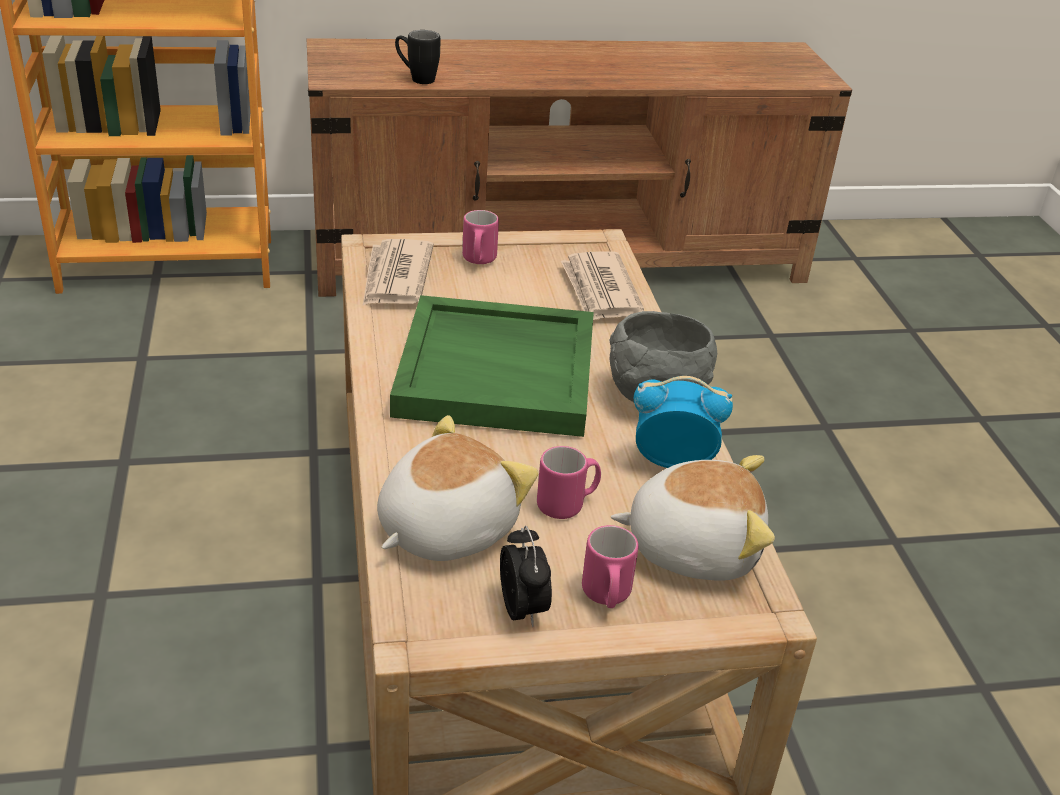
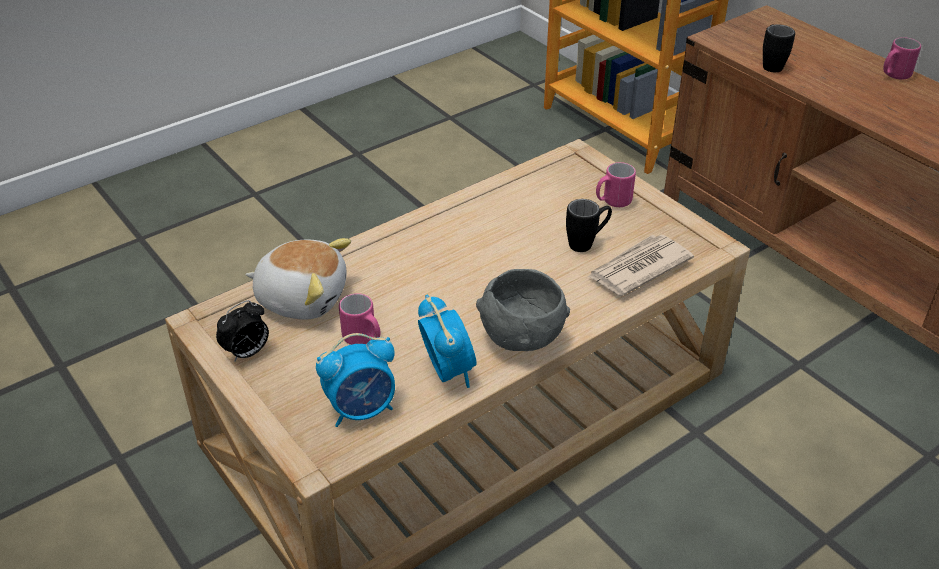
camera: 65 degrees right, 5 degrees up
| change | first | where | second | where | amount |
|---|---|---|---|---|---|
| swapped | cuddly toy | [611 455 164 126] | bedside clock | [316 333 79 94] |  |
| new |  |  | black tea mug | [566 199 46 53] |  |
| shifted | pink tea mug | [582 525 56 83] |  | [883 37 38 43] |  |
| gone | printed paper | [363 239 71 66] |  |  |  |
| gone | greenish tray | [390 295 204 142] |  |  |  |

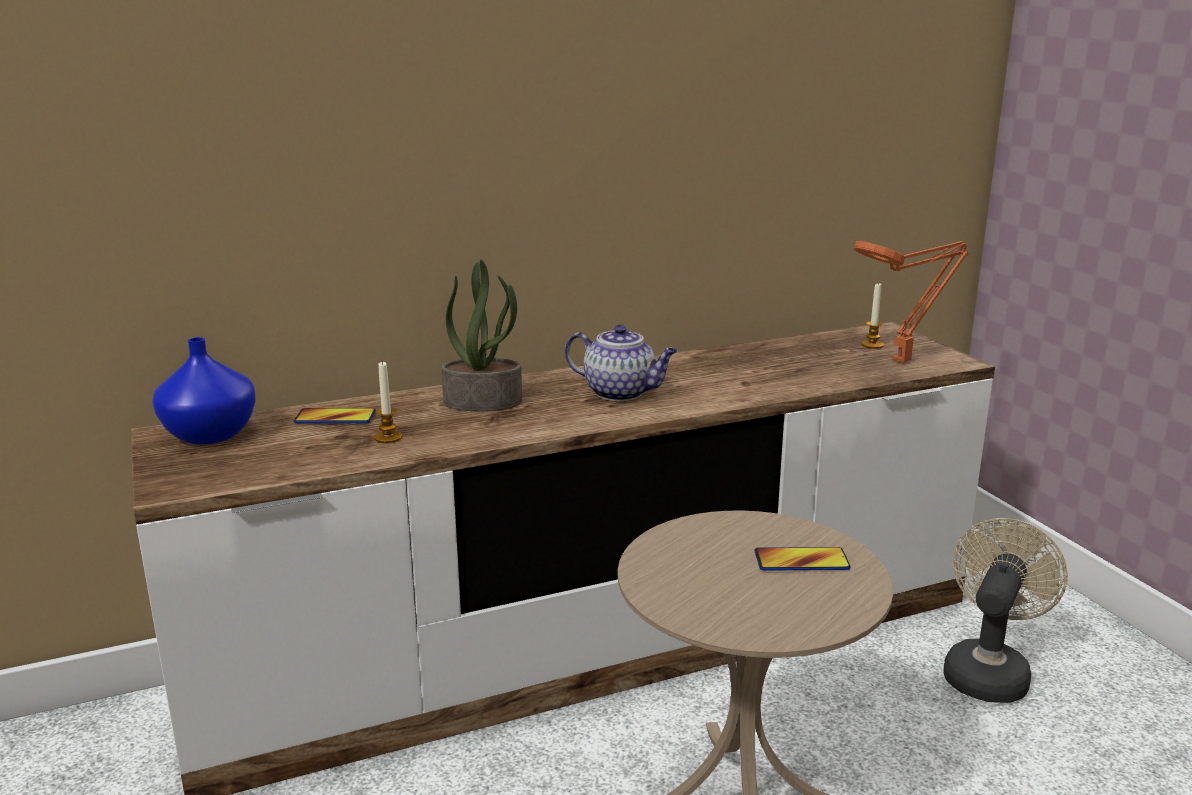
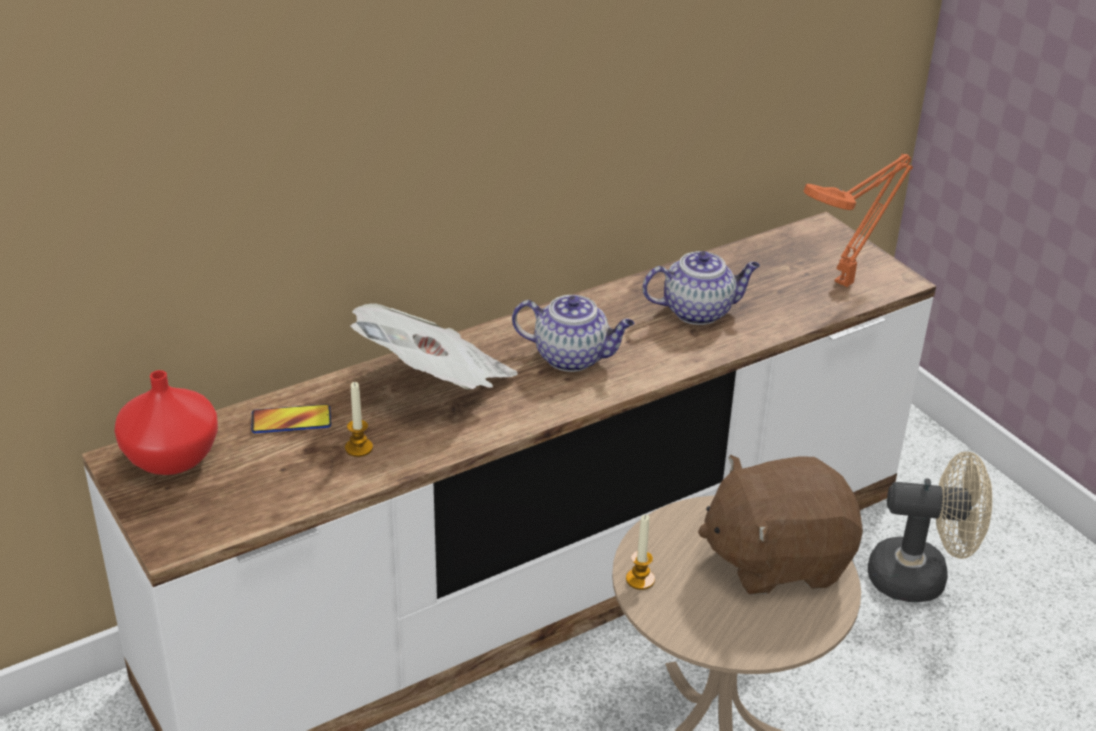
camera: 10 degrees left, 15 degrees up
| change | first | where | second | where | amount |
|---|---|---|---|---|---|
| repainted | blue flower vase | [152 337 104 108] | red-coloured flower vase | [114 370 104 105] |  |
| swapped | potted plant | [441 260 81 151] | printed paper | [350 303 168 87] |  |
| shifted | wax candle | [861 282 23 67] |  | [626 515 29 75] |  |
| new |  |  | tea pot | [642 251 118 74] |  |
| swapped | phone | [755 547 95 24] | brown cuddly toy | [698 455 165 140] |  |
| rotated | beige-coloured electric fan | [943 518 125 185] |  | [868 452 124 150] | 75 degrees clockwise |

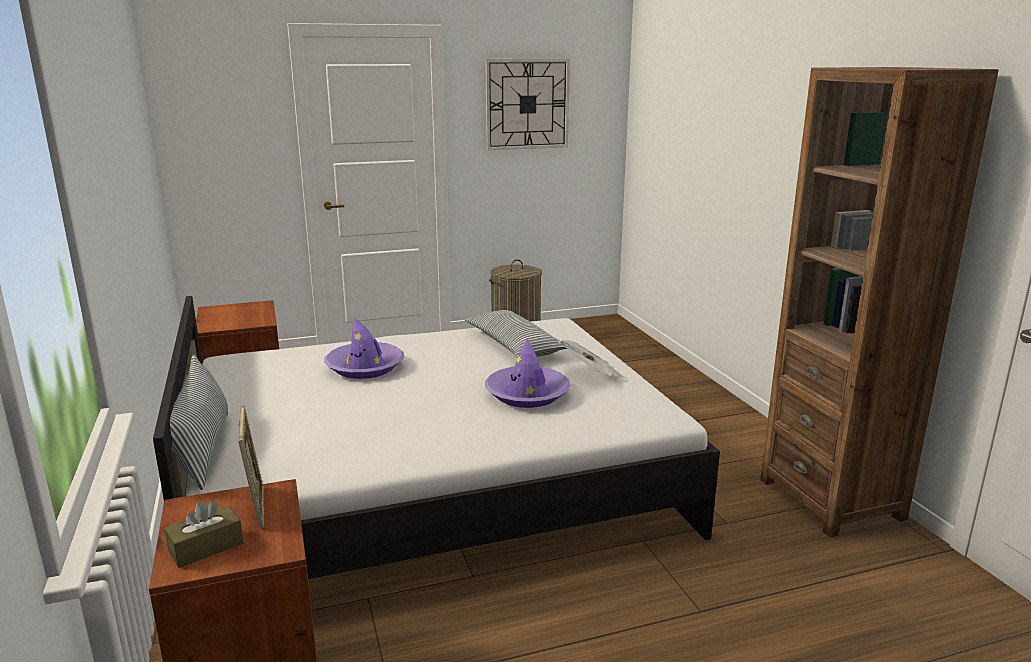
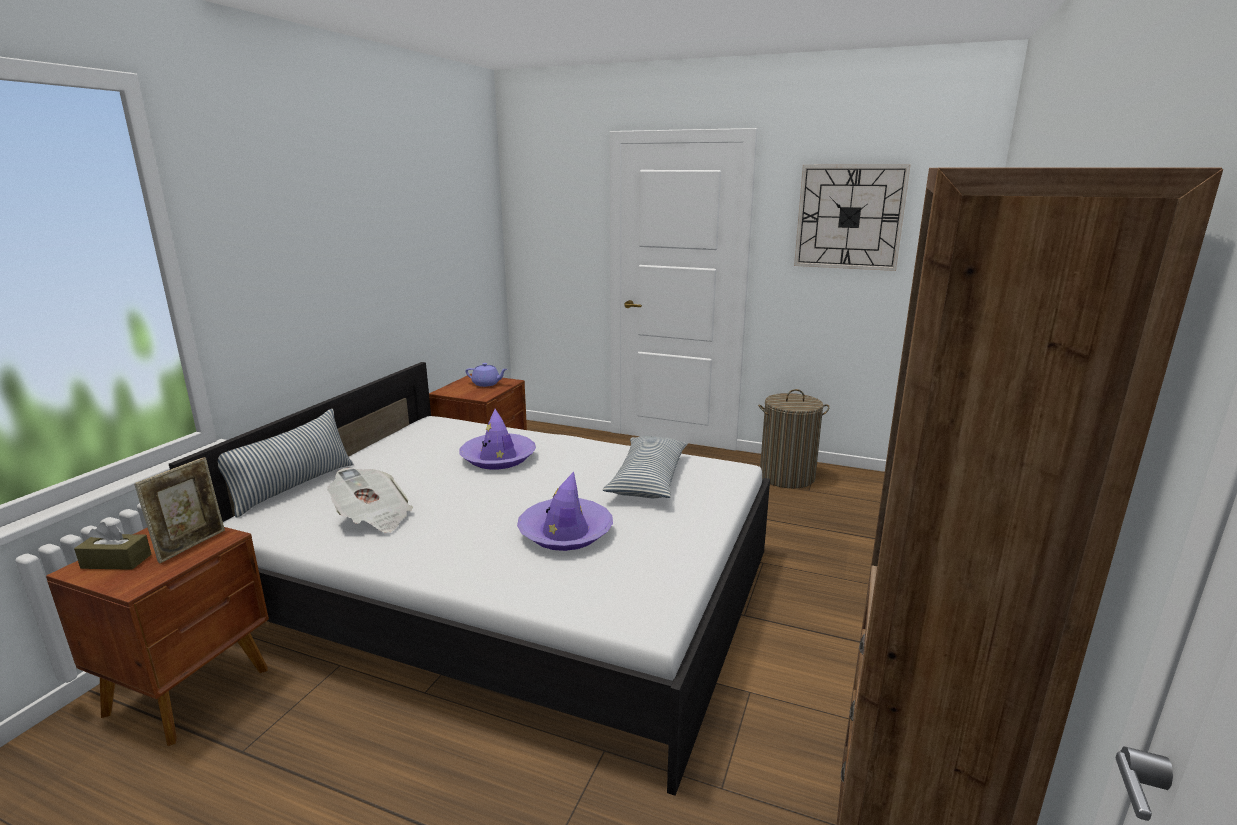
camera: 40 degrees right, 0 degrees up
| change | first | where | second | where | amount |
|---|---|---|---|---|---|
| shifted | printed paper | [557 340 69 38] |  | [327 468 86 65] |  |
| new |  |  | purple-coloured tea pot | [466 363 41 24] |  |

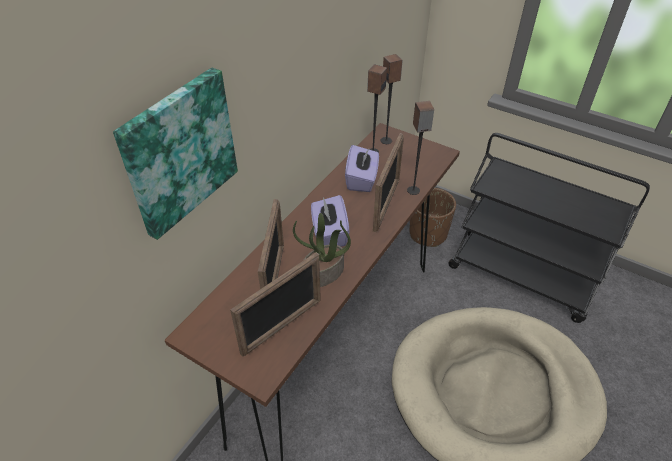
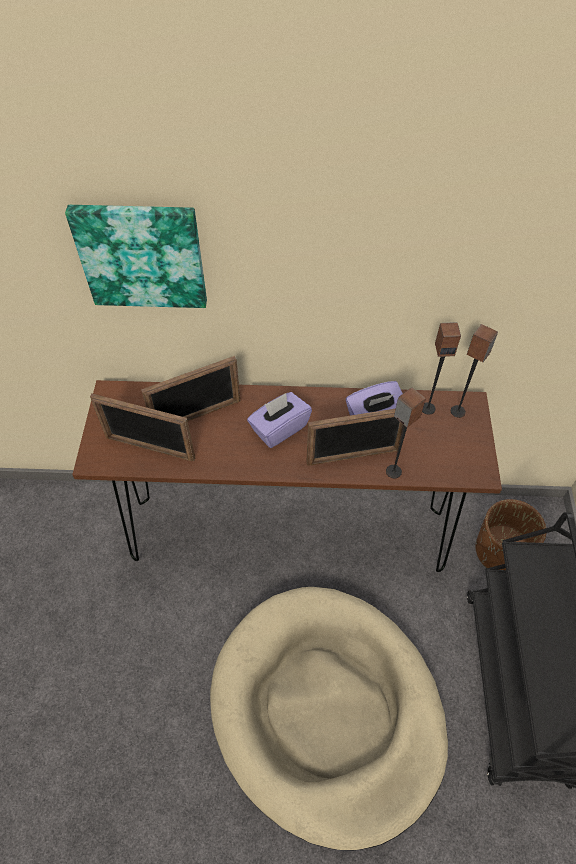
camera: 60 degrees right, 10 degrees up
| change | first | where | second | where | amount |
|---|---|---|---|---|---|
| gone | potted plant | [293 213 58 74] |  |  |  |

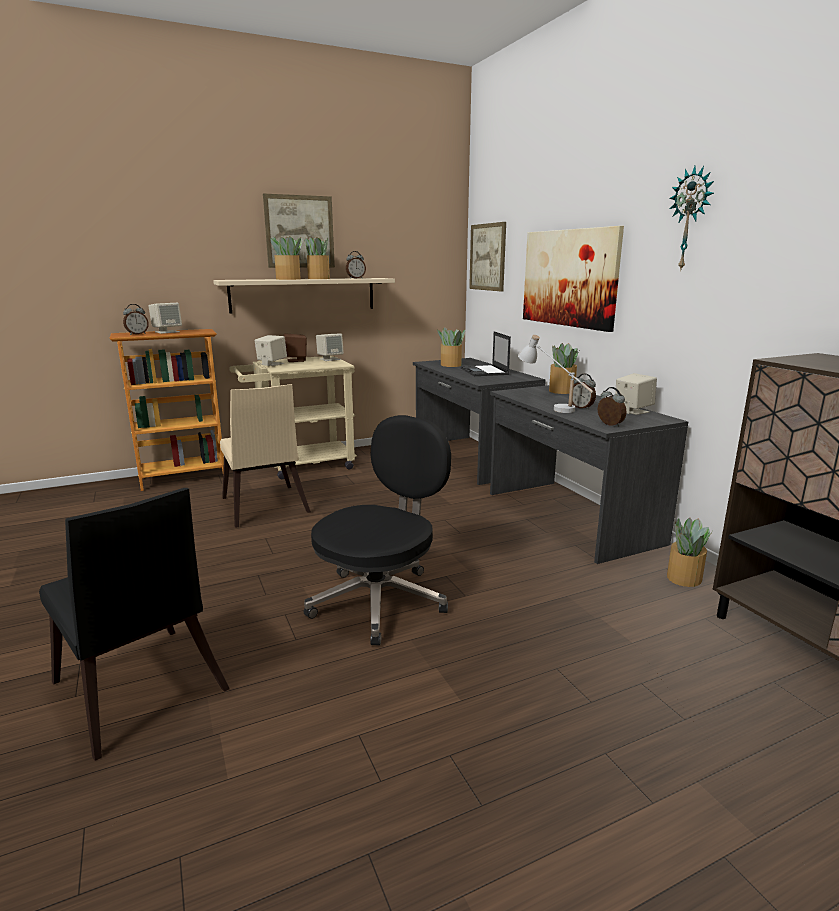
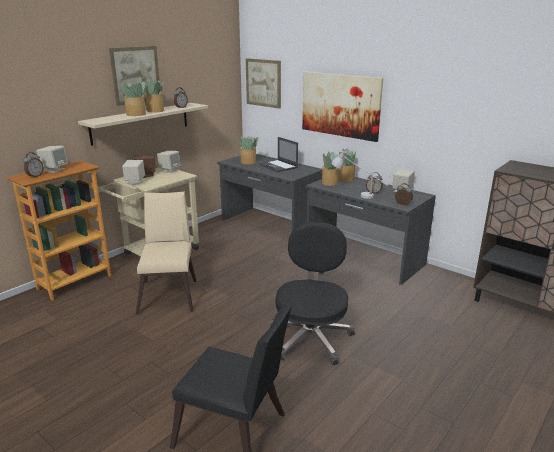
camera: 25 degrees left, 5 degrees up
| change | first | where | second | where | amount |
|---|---|---|---|---|---|
| rotated | beige-coloured upright chair | [220 384 91 144] |  | [136 191 60 124] | 135 degrees counterclockwise |
| shifted | potted plant | [667 518 46 69] |  | [322 151 17 35] |  |
| gone | wall clock | [669 166 45 105] |  |  |  |

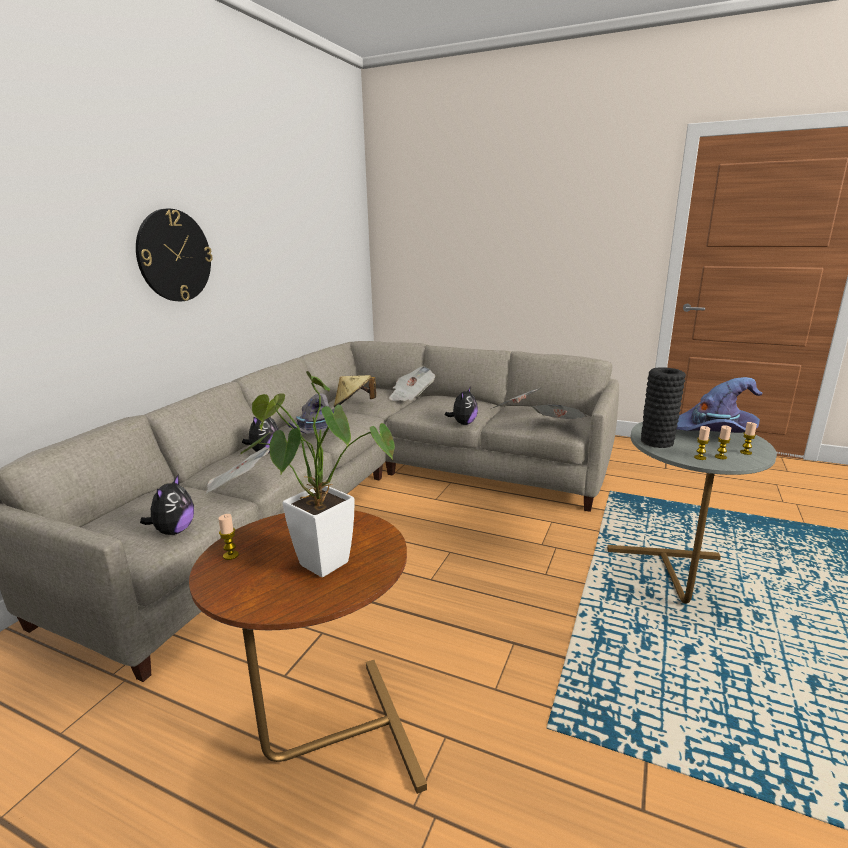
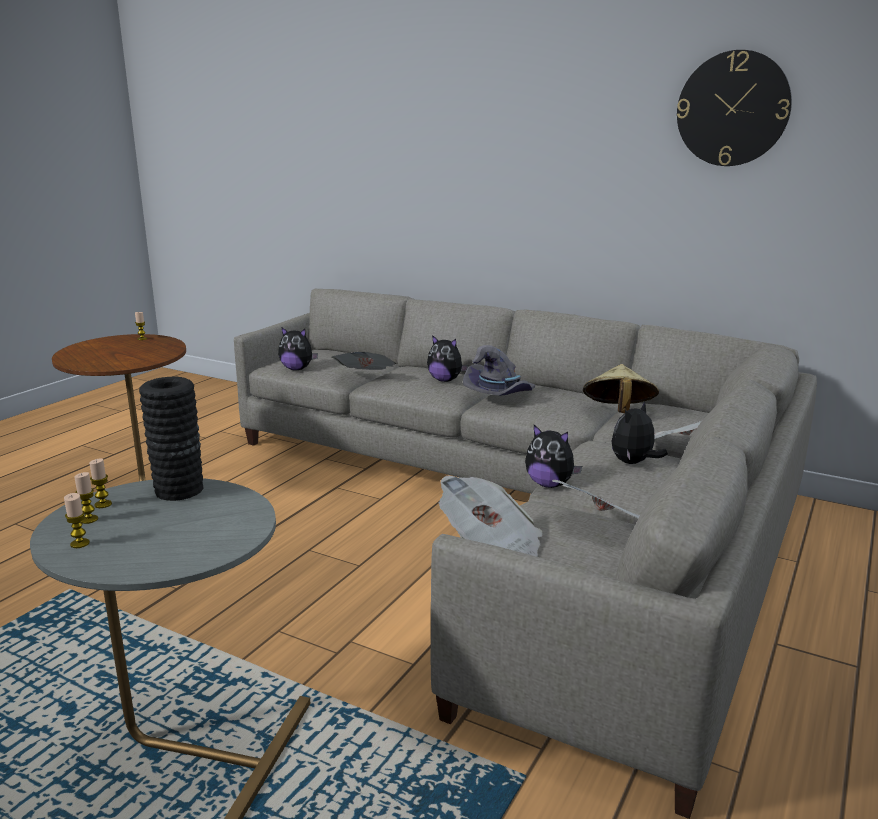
camera: 95 degrees right, 0 degrees up
| change | first | where | second | where | amount |
|---|---|---|---|---|---|
| new |  |  | cuddly toy | [612 401 56 63] |  |
| shifted | wall clock | [136 209 77 92] |  | [677 50 115 116] |  |
| gone | potted plant | [240 371 155 206] |  |  |  |
| gone | purple-coloured hat | [677 377 86 56] |  |  |  |

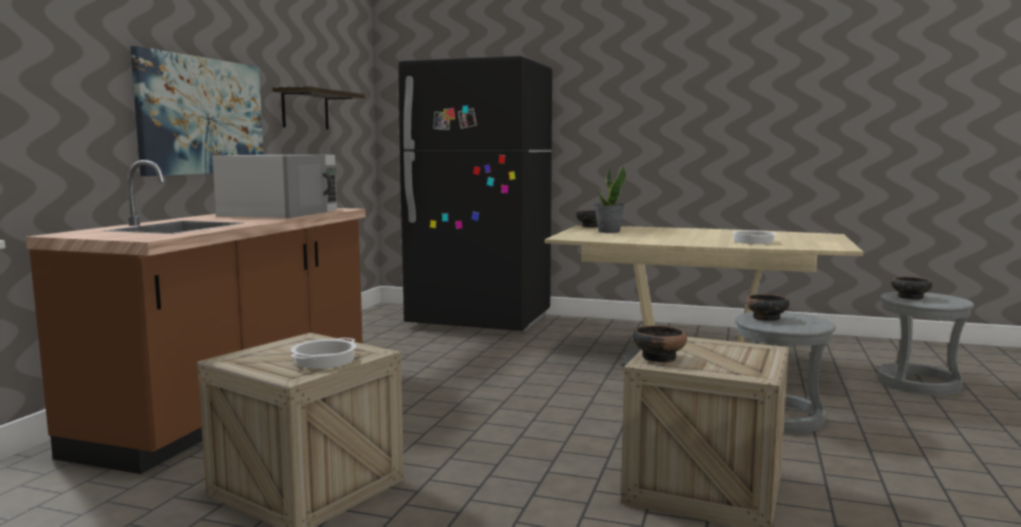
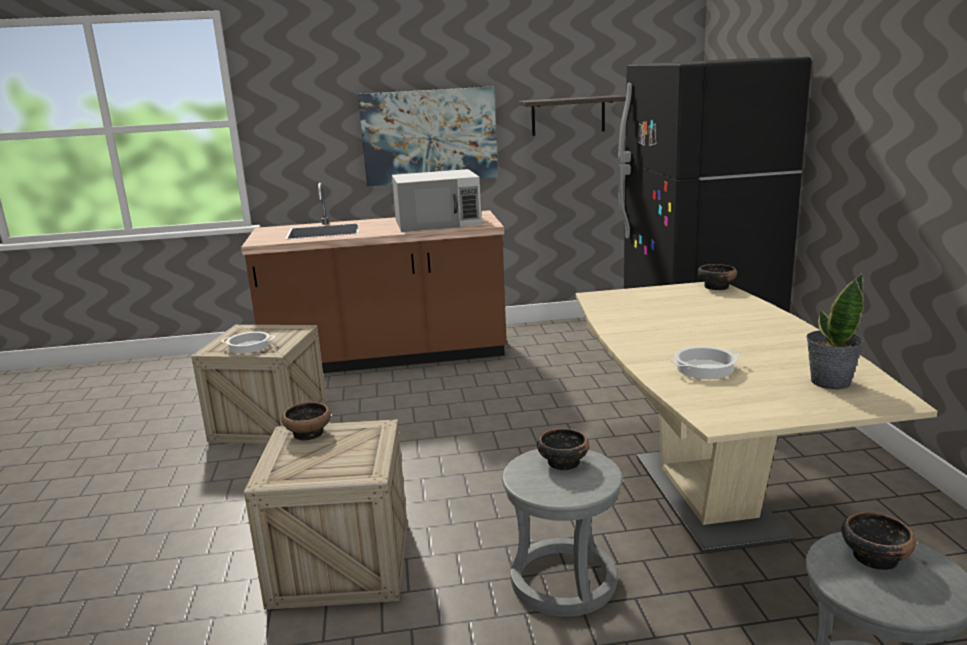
camera: 65 degrees right, 10 degrees up
| change | first | where | second | where | amount |
|---|---|---|---|---|---|
| shifted | potted plant | [594 164 32 69] |  | [806 273 58 117] |  |

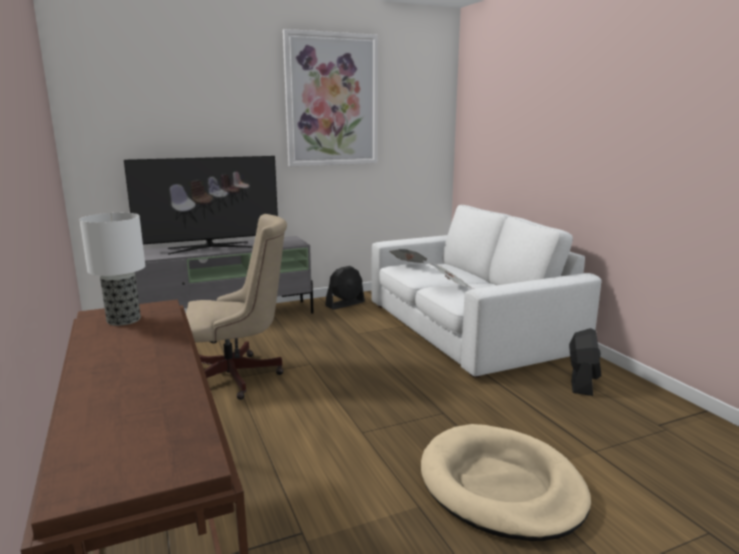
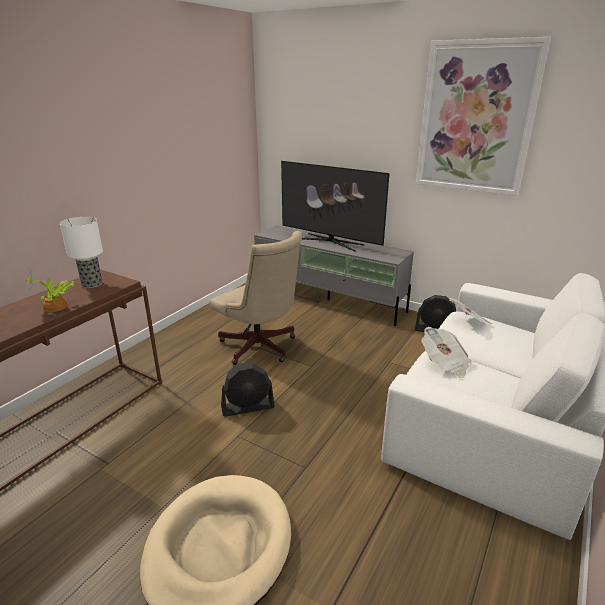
camera: 55 degrees right, 10 degrees up
| change | first | where | second | where | amount |
|---|---|---|---|---|---|
| new |  |  | potted plant | [26 269 49 43] |  |
| shifted | black electric fan | [569 328 32 68] |  | [221 362 54 55] |  |

